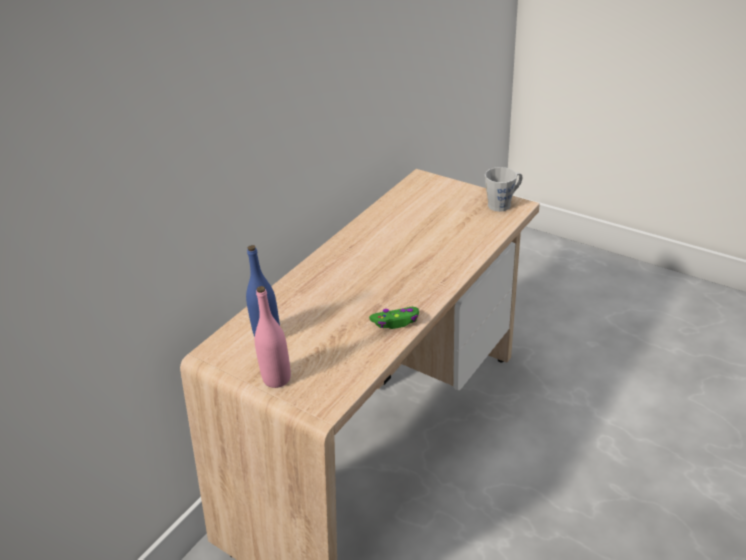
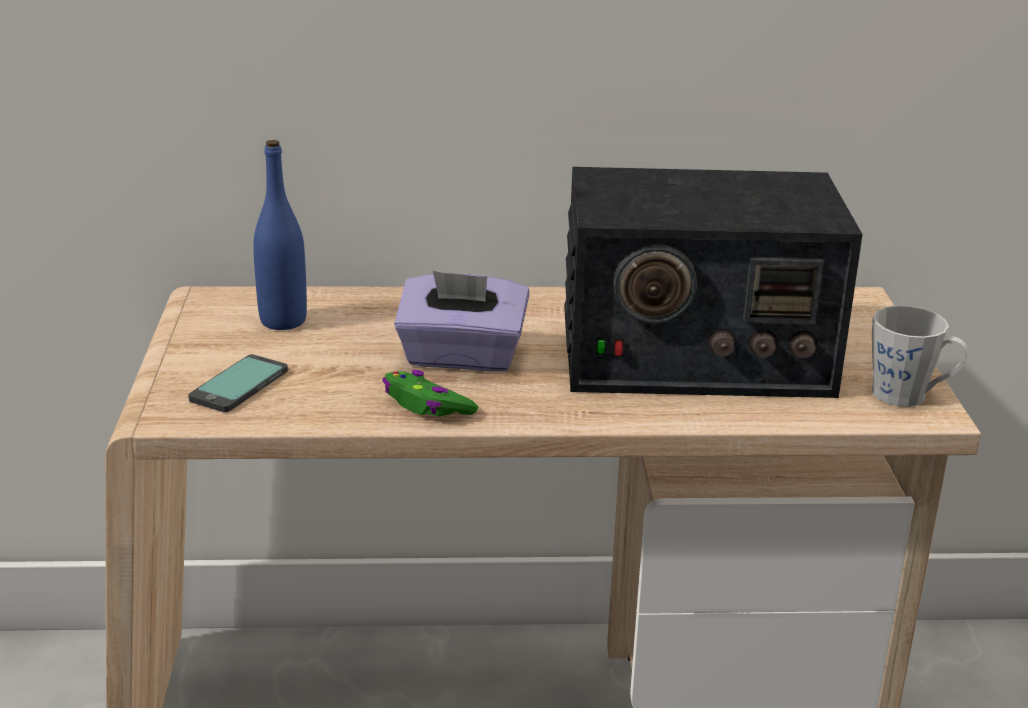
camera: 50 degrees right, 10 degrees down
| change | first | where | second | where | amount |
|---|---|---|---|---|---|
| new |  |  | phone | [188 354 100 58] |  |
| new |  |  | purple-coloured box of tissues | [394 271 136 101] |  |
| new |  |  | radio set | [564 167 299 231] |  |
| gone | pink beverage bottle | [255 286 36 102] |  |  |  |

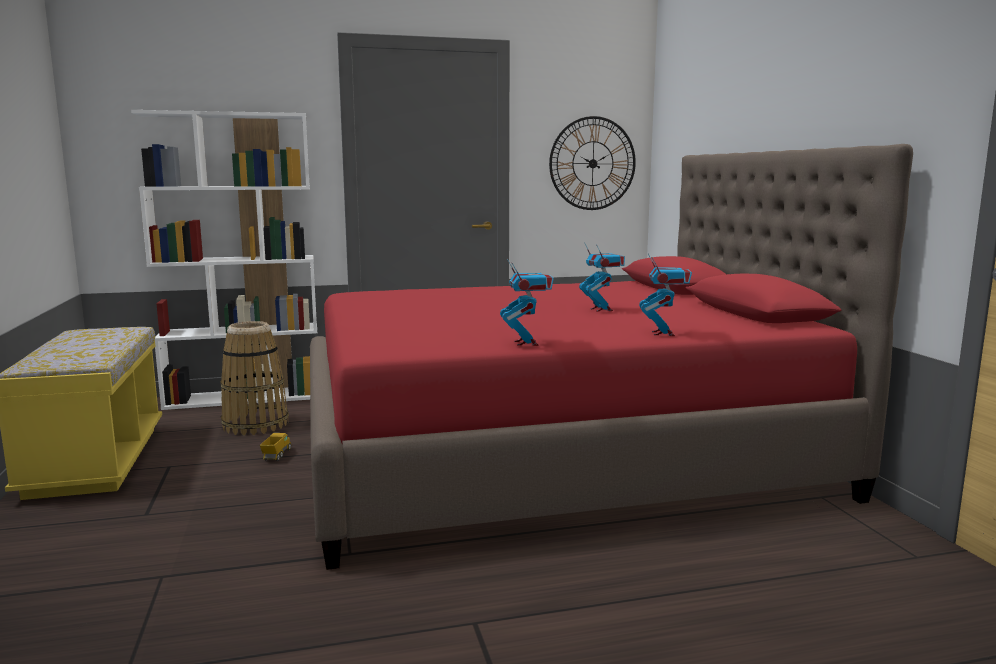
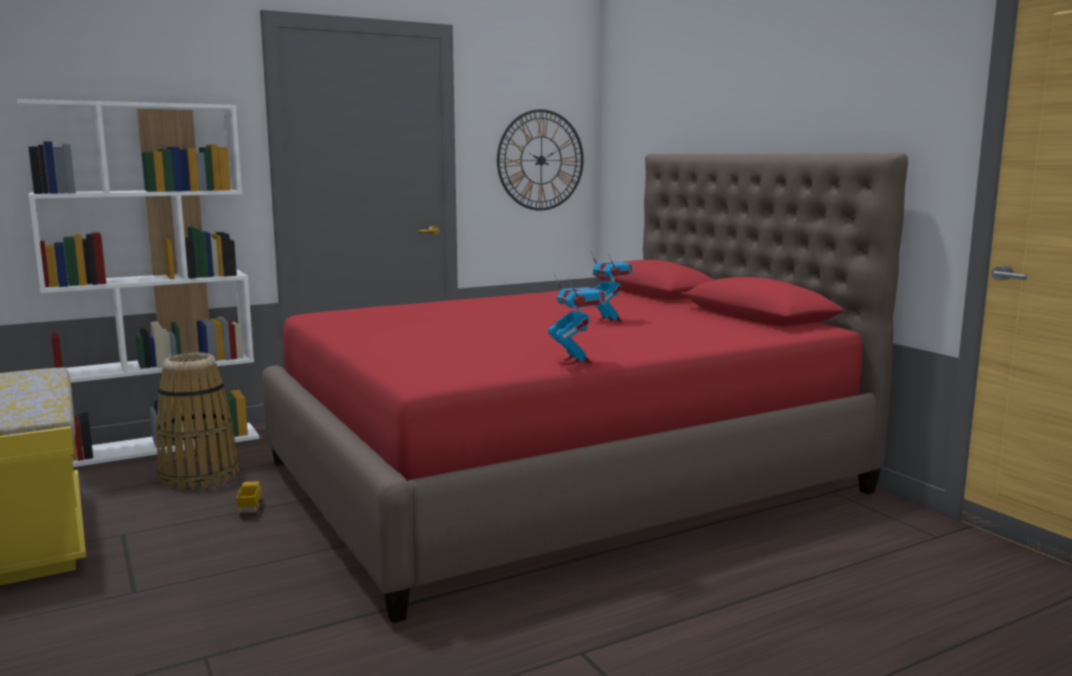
camera: 15 degrees left, 0 degrees up
| change | first | where | second | where | amount |
|---|---|---|---|---|---|
| gone | toy robot | [639 253 53 83] |  |  |  |

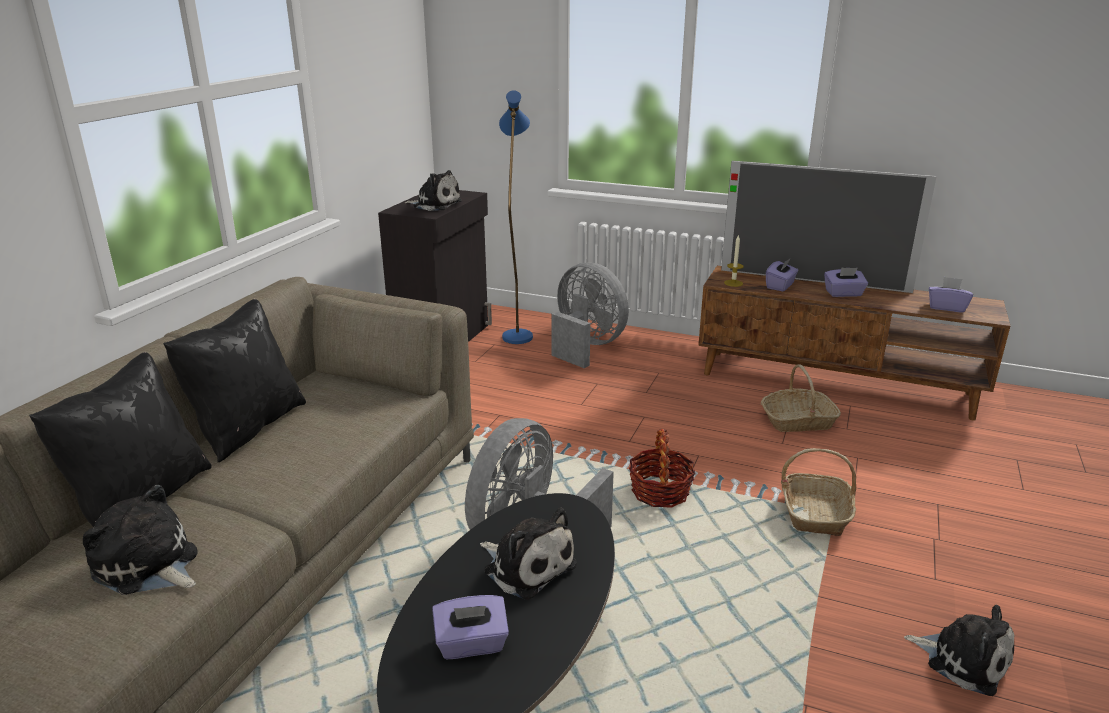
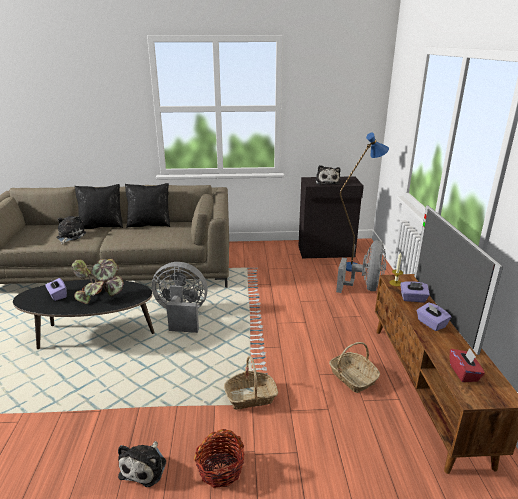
camera: 65 degrees right, 0 degrees up
| change | first | where | second | where | amount |
|---|---|---|---|---|---|
| swapped | cuddly toy | [480 508 97 92] | potted plant | [72 259 52 45] |  |
| shifted | storage basket | [629 429 67 79] |  | [194 429 51 59] |  |
| repainted | purple-coloured box of tissues | [929 277 44 36] | red-coloured box of tissues | [450 348 35 34] |  |

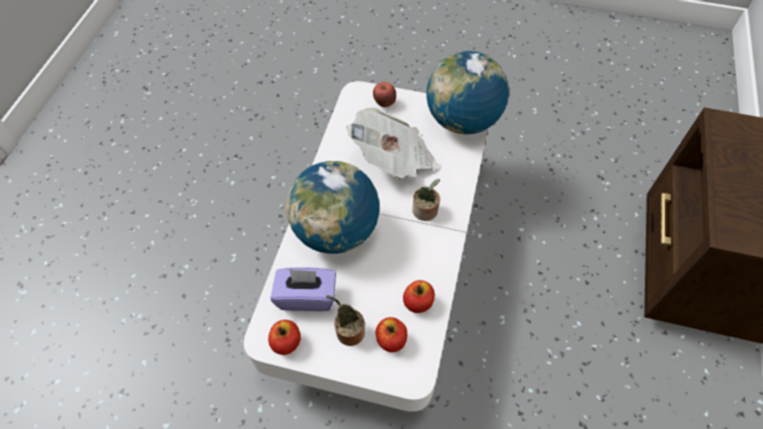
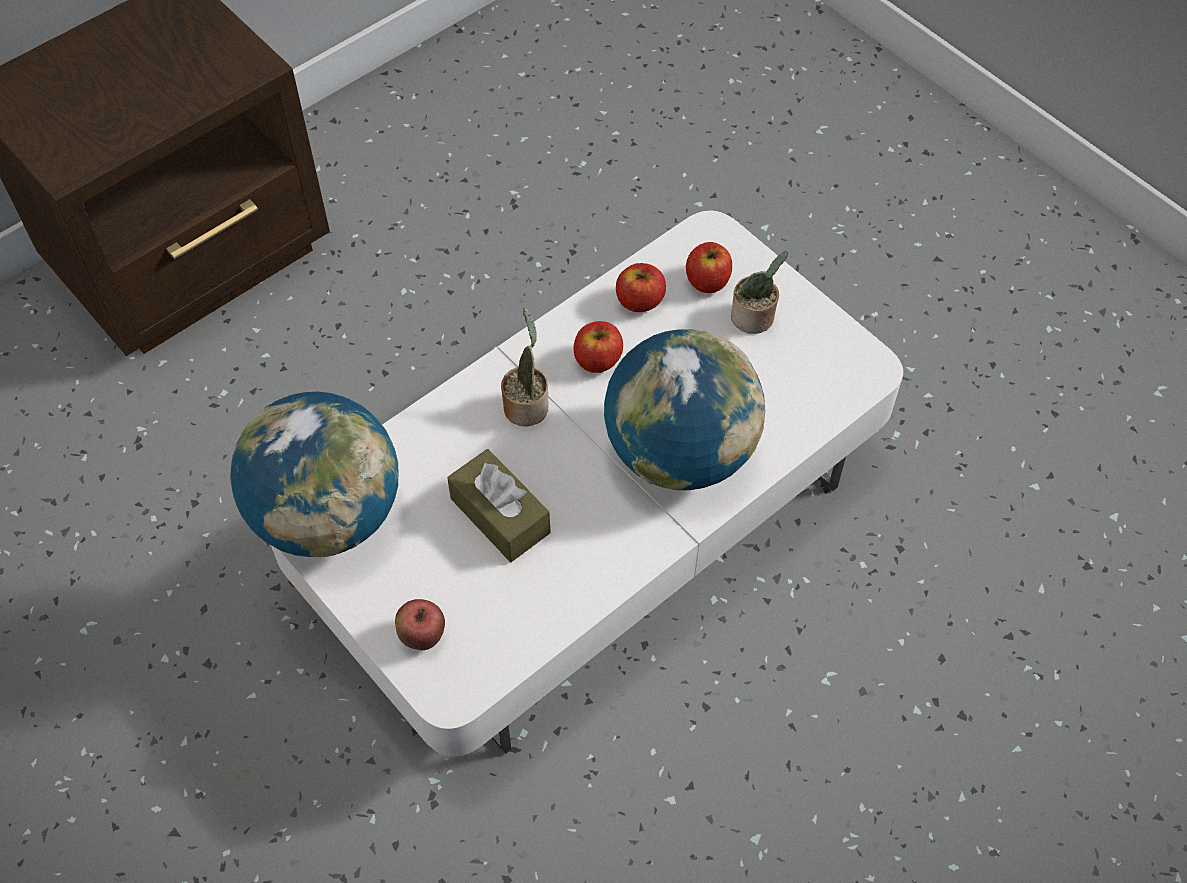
camera: 145 degrees left, 0 degrees up
| change | first | where | second | where | amount |
|---|---|---|---|---|---|
| swapped | printed paper | [347 108 92 71] | brown box of tissues | [447 449 104 113] |  |
| shifted | whole apple | [268 320 33 35] |  | [573 321 50 52] |  |
| gone | purple-coloured box of tissues | [270 267 66 44] |  |  |  |

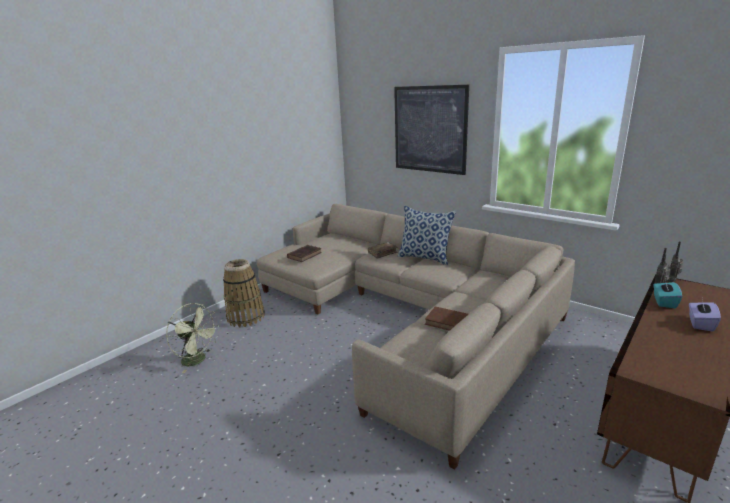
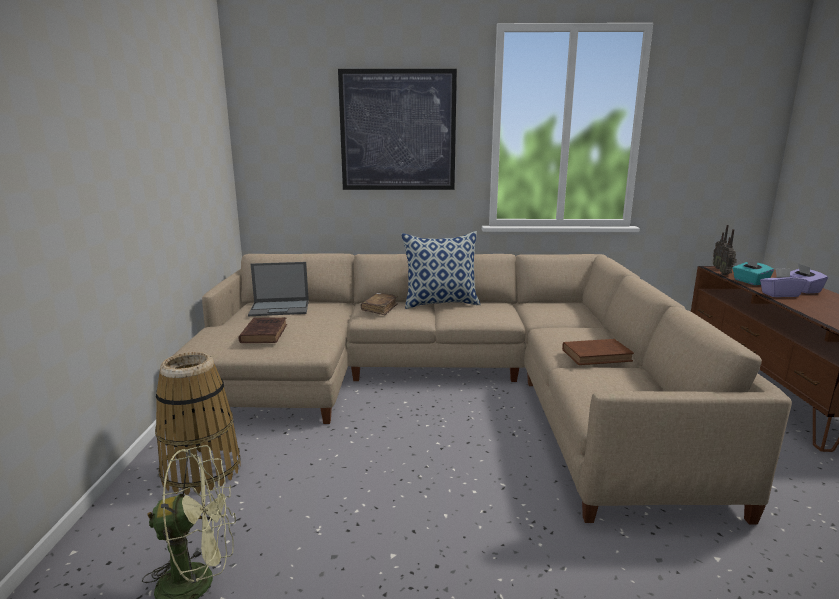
camera: 40 degrees left, 5 degrees down
| change | first | where | second | where | amount |
|---|---|---|---|---|---|
| new |  |  | laptop | [248 262 61 54] |  |
| new |  |  | purple-coloured box of tissues | [760 268 47 29] |  |

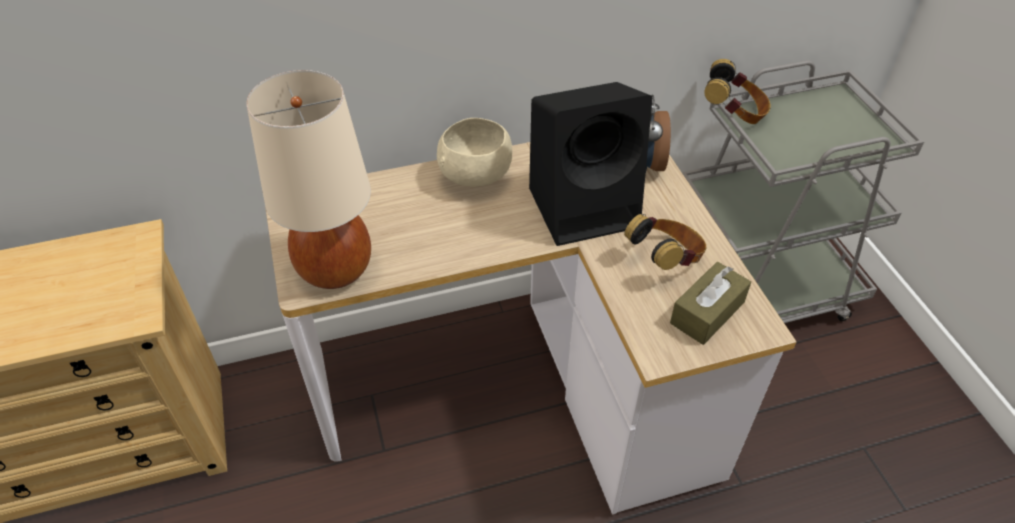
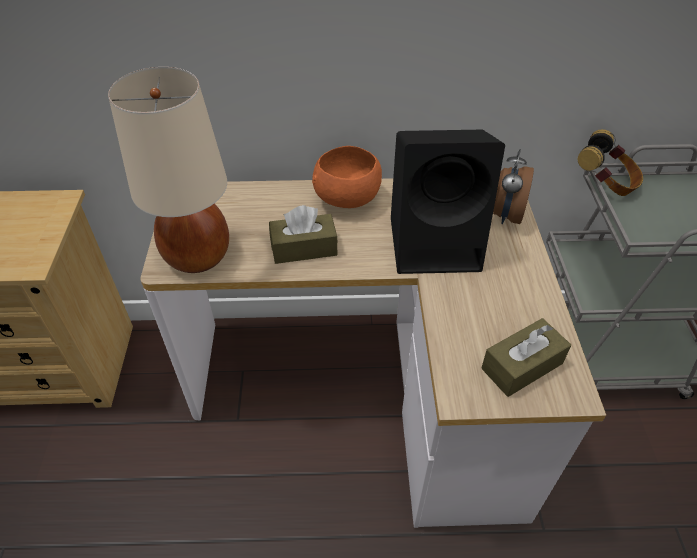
camera: 15 degrees right, 0 degrees up
| change | first | where | second | where | amount |
|---|---|---|---|---|---|
| new |  |  | brown box of tissues | [269 205 69 59] |  |
| repainted | beige-coloured serving bowl | [437 118 75 69] | orangey serving bowl | [312 146 70 62] |  |
| gone | headset | [624 214 82 56] |  |  |  |

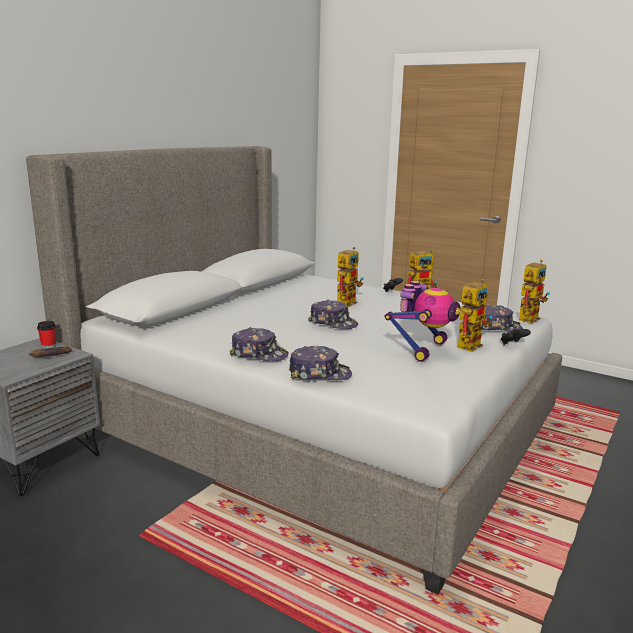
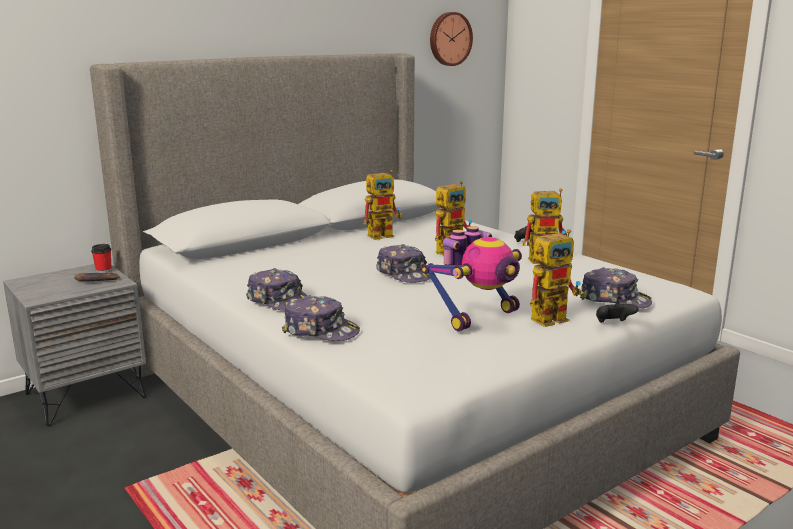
camera: 20 degrees right, 0 degrees up
| change | first | where | second | where | amount |
|---|---|---|---|---|---|
| shifted | toy robot | [519 260 31 63] |  | [363 170 39 70] |  |
| new |  |  | wall clock | [430 12 43 54] |  |

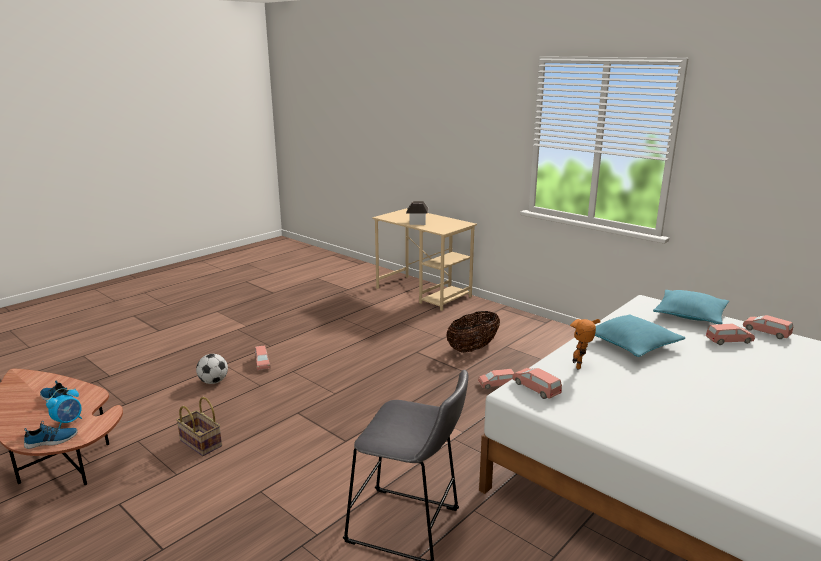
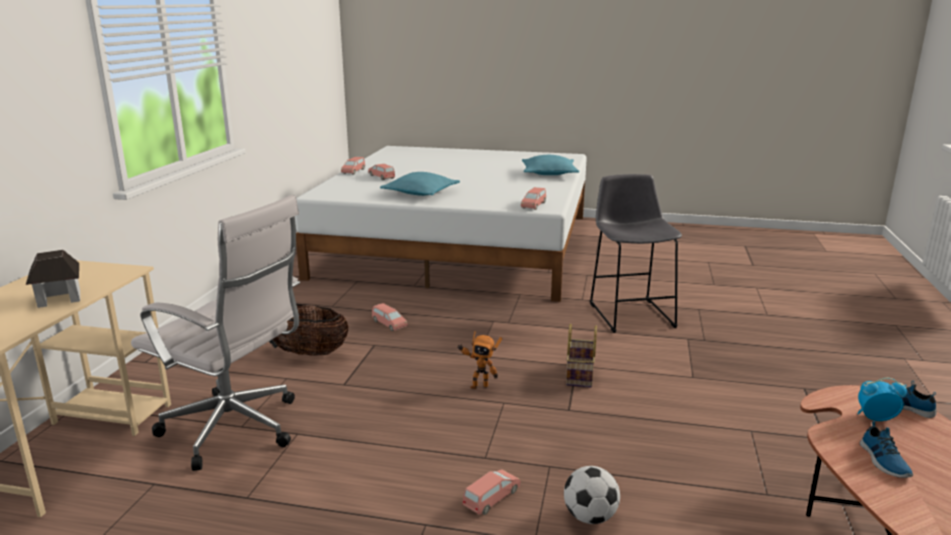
camera: 120 degrees left, 0 degrees up
| change | first | where | second | where | amount |
|---|---|---|---|---|---|
| new |  |  | white office chair | [131 195 169 276] |  |
| shifted | toy robot | [570 319 31 51] |  | [457 331 45 58] |  |
| shifted | turquoise-coloured throw pillow | [653 290 76 34] |  | [522 155 57 20] |  |
| shifted | storage basket | [176 397 46 59] |  | [566 324 31 64] |  |

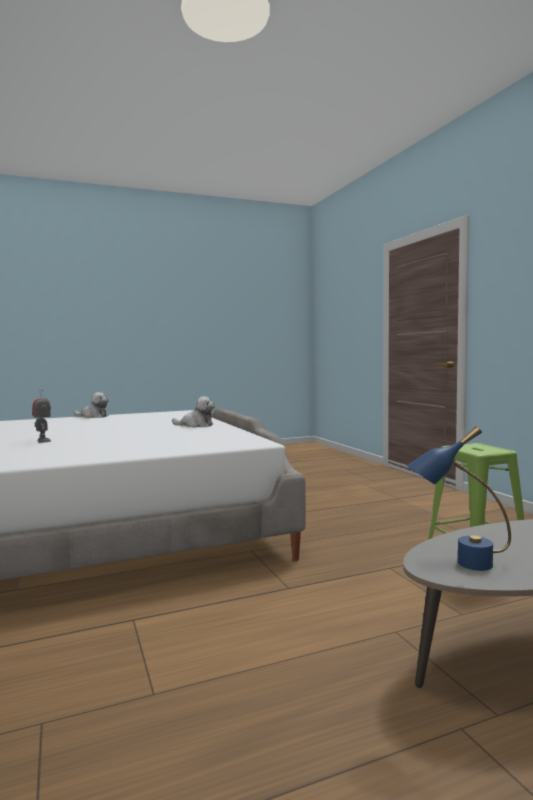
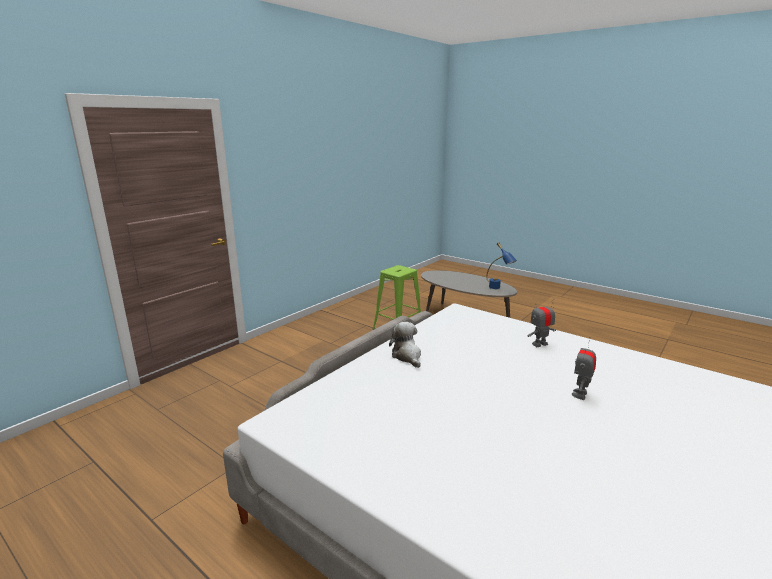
camera: 120 degrees left, 15 degrees up
| change | first | where | second | where | amount |
|---|---|---|---|---|---|
| new |  |  | toy robot | [528 299 28 48] |  |
| gone | cuddly toy | [74 392 35 26] |  |  |  |

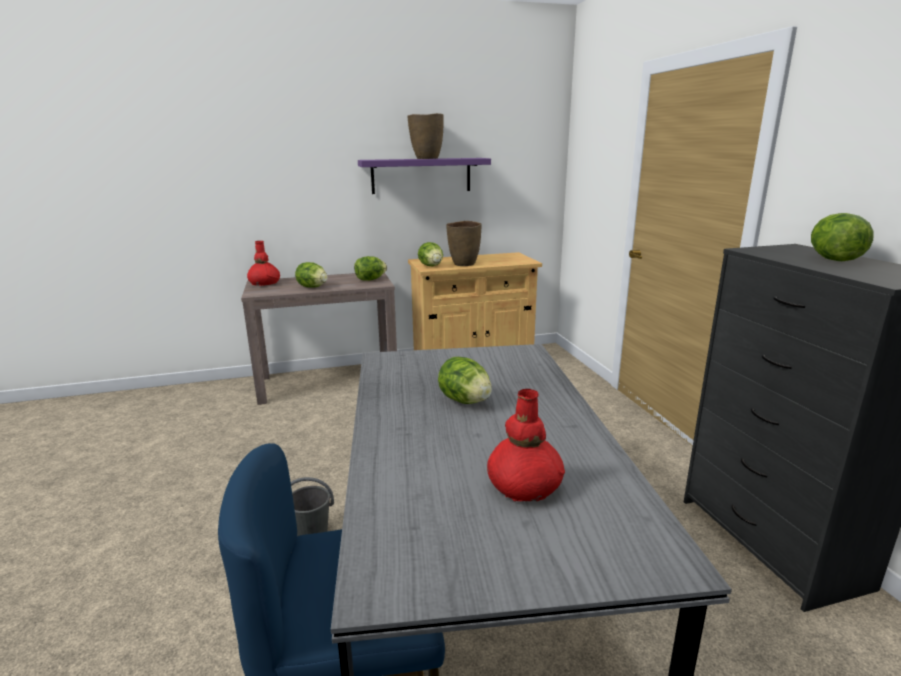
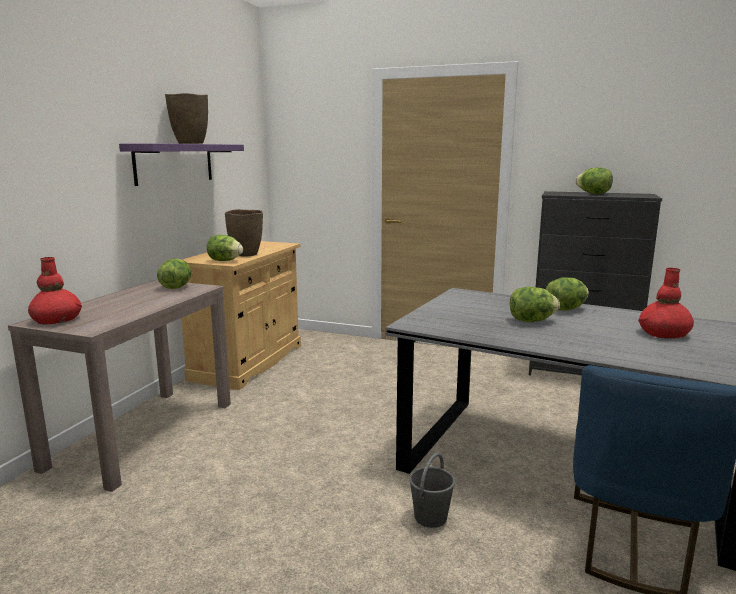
camera: 55 degrees left, 5 degrees down
| change | first | where | second | where | amount |
|---|---|---|---|---|---|
| shifted | lettuce head | [295 262 33 26] |  | [546 277 43 34] |  |

